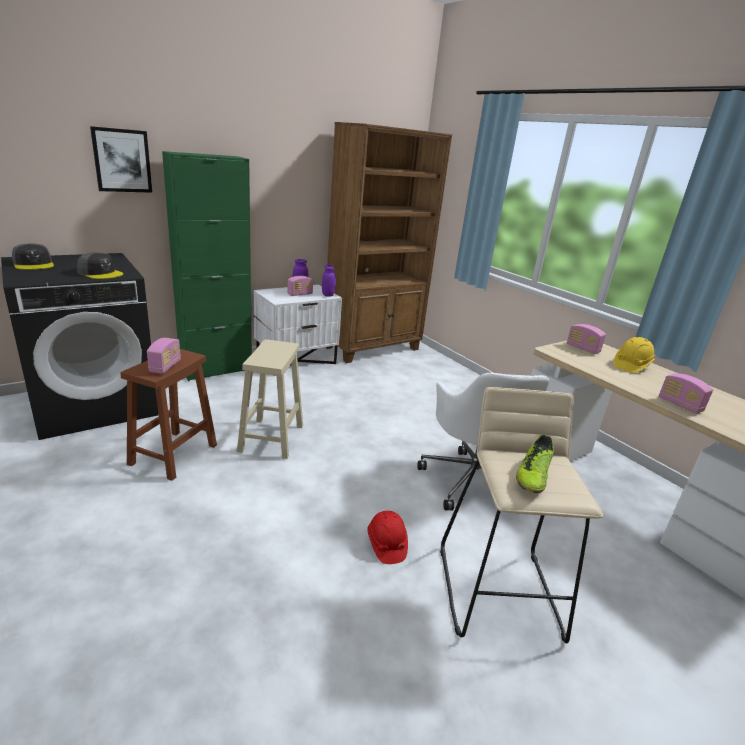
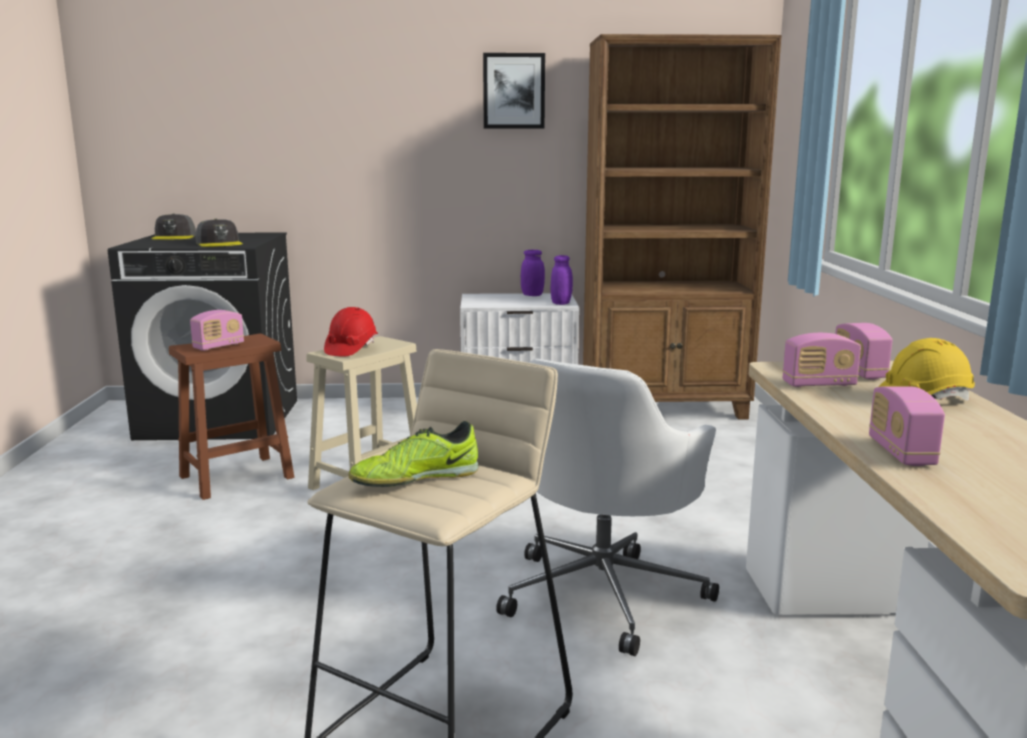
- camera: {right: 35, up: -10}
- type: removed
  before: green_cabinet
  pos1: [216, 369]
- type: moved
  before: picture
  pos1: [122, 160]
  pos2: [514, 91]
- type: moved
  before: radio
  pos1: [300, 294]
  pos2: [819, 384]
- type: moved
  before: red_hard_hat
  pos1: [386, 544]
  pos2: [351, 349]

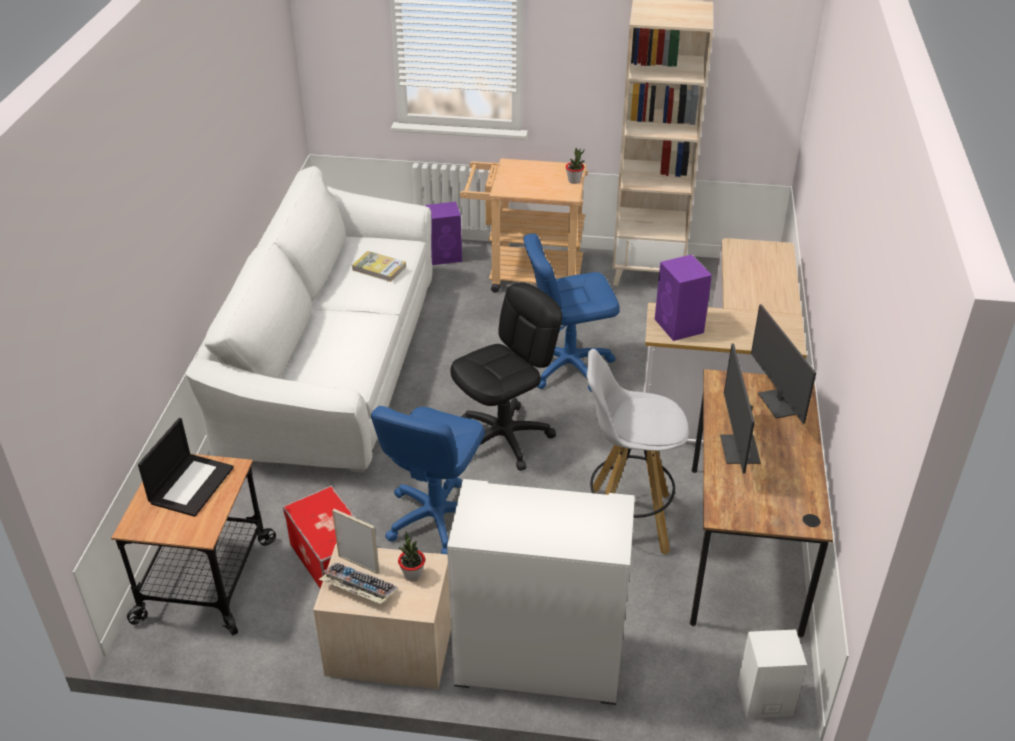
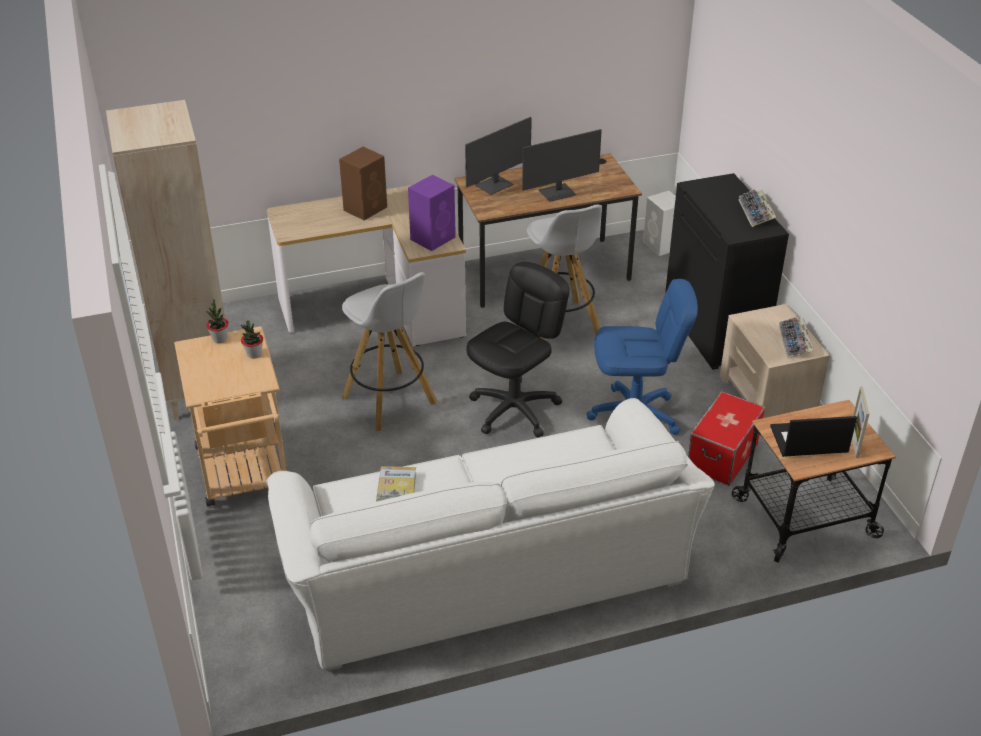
- camera: {right: -115, up: 0}
- type: removed
  before: purple_speaker
  pos1: [446, 256]
- type: added
  after: brown_speaker
  pos2: [366, 208]
- type: added
  after: keyboard
  pos2: [756, 212]
- type: moved
  before: picture_frame
  pos1: [358, 564]
  pos2: [853, 443]
- type: moved
  before: potted_plant
  pos1: [412, 575]
  pos2: [254, 354]
- type: replaced
  before: blue_office_chair
  after: white_stool
  pos1: [568, 366]
  pos2: [390, 401]
- type: recoloured
  before: white_cabinet
  after: black_cabinet
  pos1: [537, 661]
  pos2: [715, 330]
- type: turned
  before: black_office_chair
  pos1: [504, 438]
  pos2: [515, 410]
  turn: 105

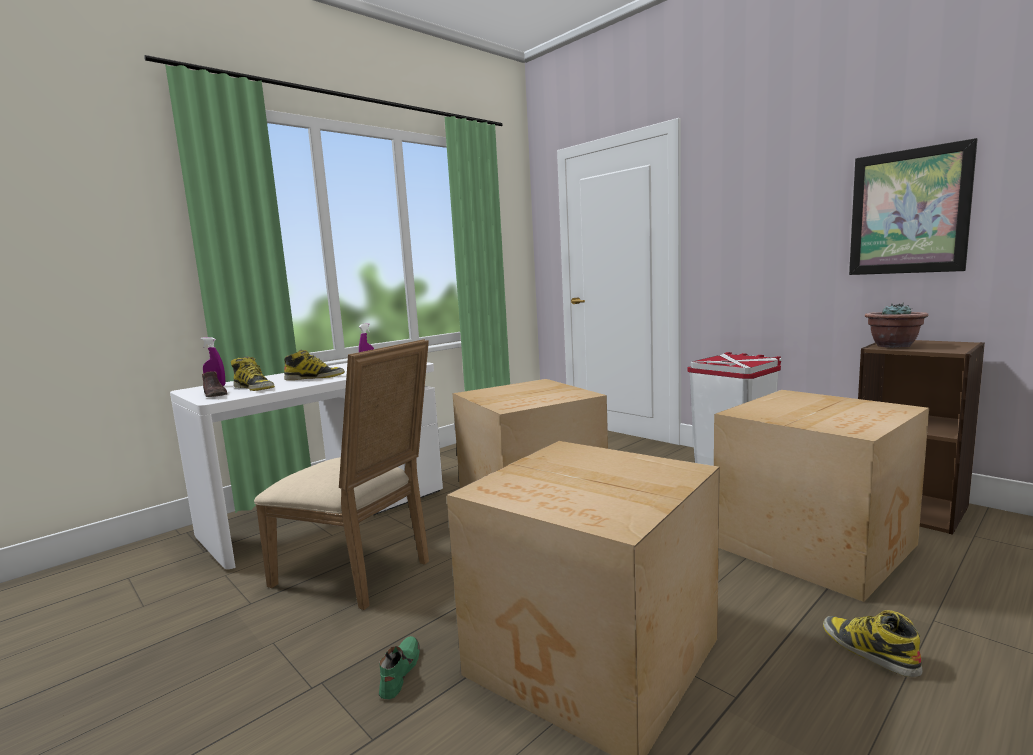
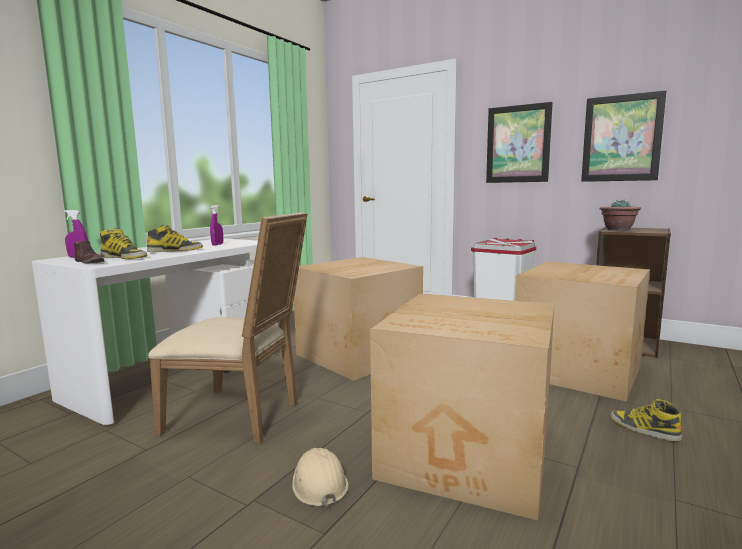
- camera: {right: -15, up: 0}
- type: added
  after: picture
  pos2: [518, 144]
- type: replaced
  before: green_shoe
  after: beige_hard_hat
  pos1: [399, 672]
  pos2: [318, 484]

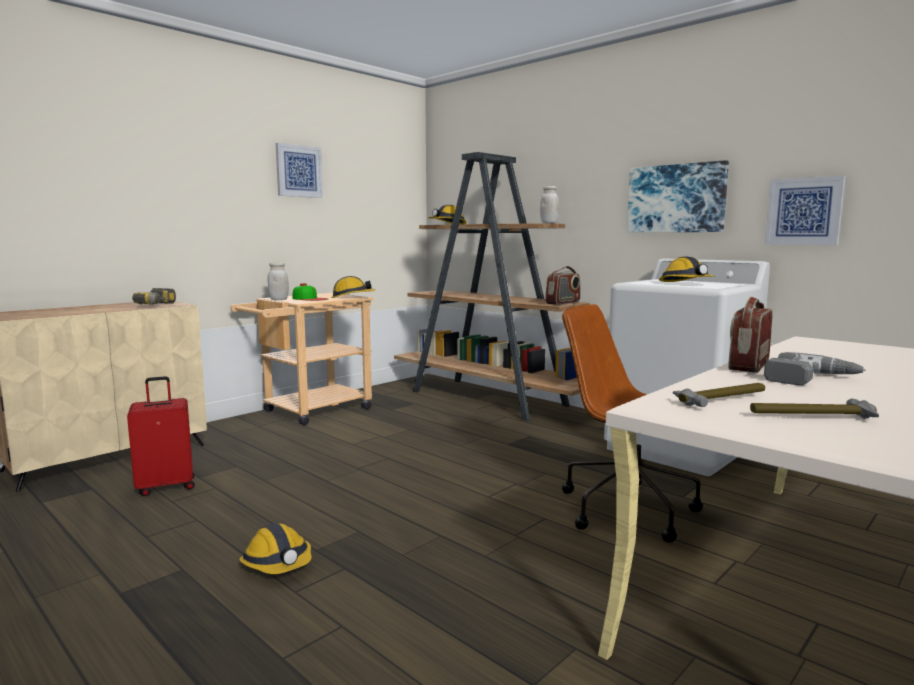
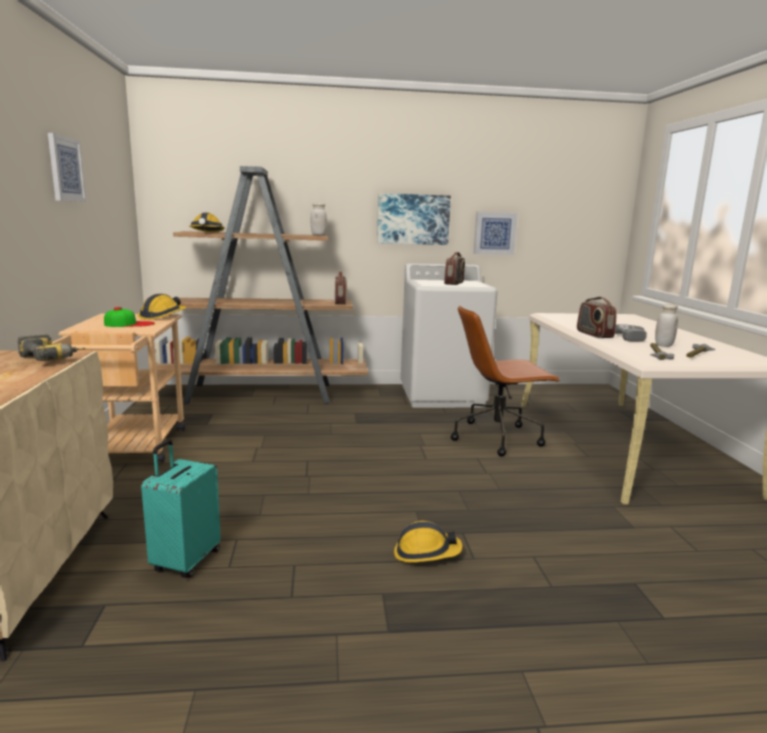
- camera: {right: -50, up: 5}
- type: moved
  before: white_jar
  pos1: [279, 299]
  pos2: [663, 345]
- type: replaced
  before: hard_hat
  after: radio
  pos1: [686, 284]
  pos2: [454, 283]
- type: recoloured
  before: red_suitcase
  after: turquoise_suitcase
  pos1: [166, 486]
  pos2: [185, 561]

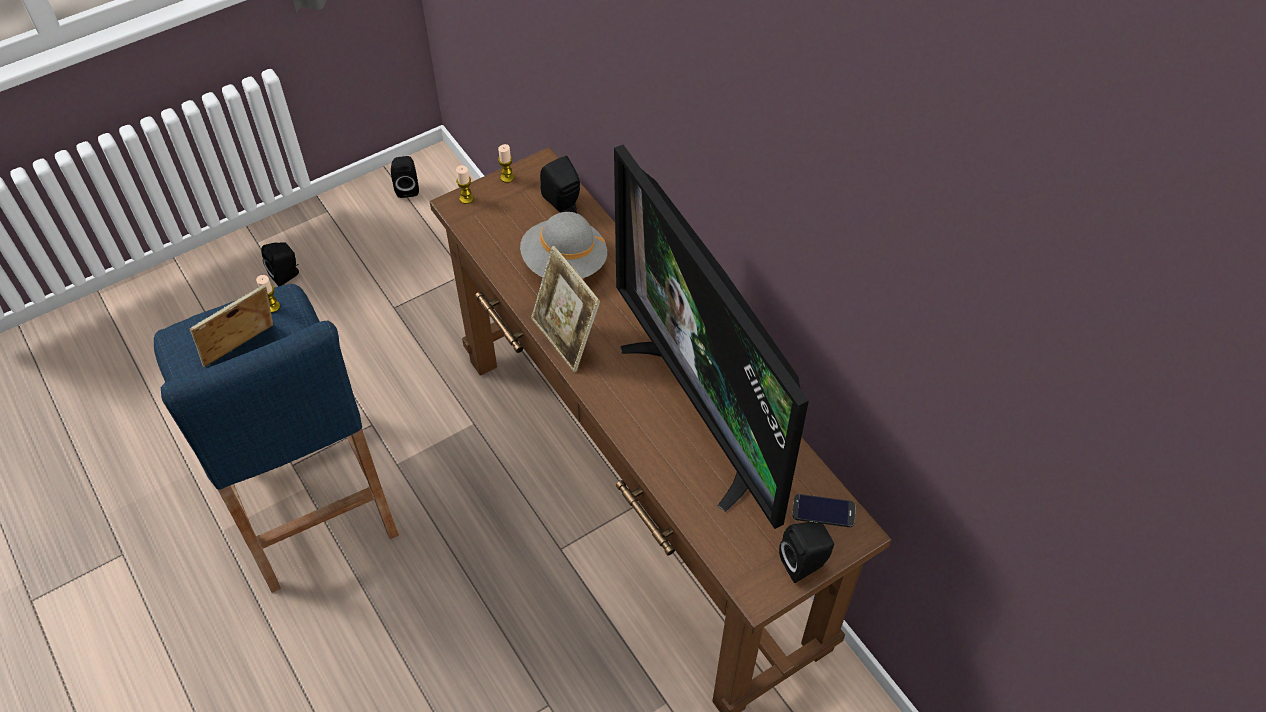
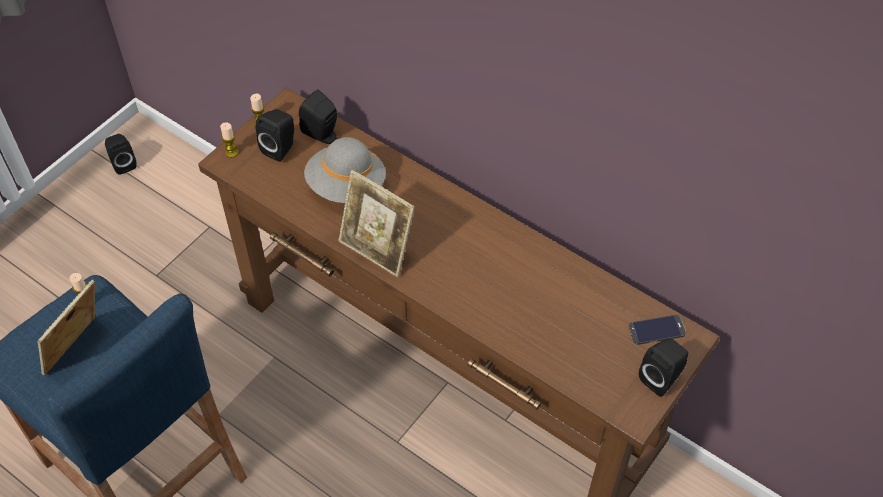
- camera: {right: -20, up: 0}
- type: removed
  before: television
  pos1: [705, 410]
- type: moved
  before: black_speaker
  pos1: [287, 275]
  pos2: [281, 148]

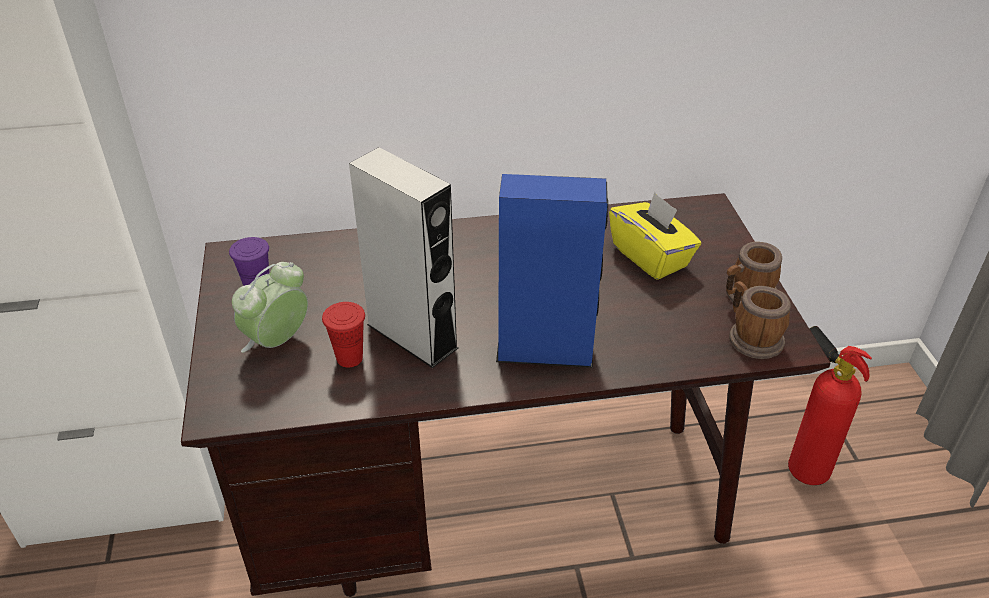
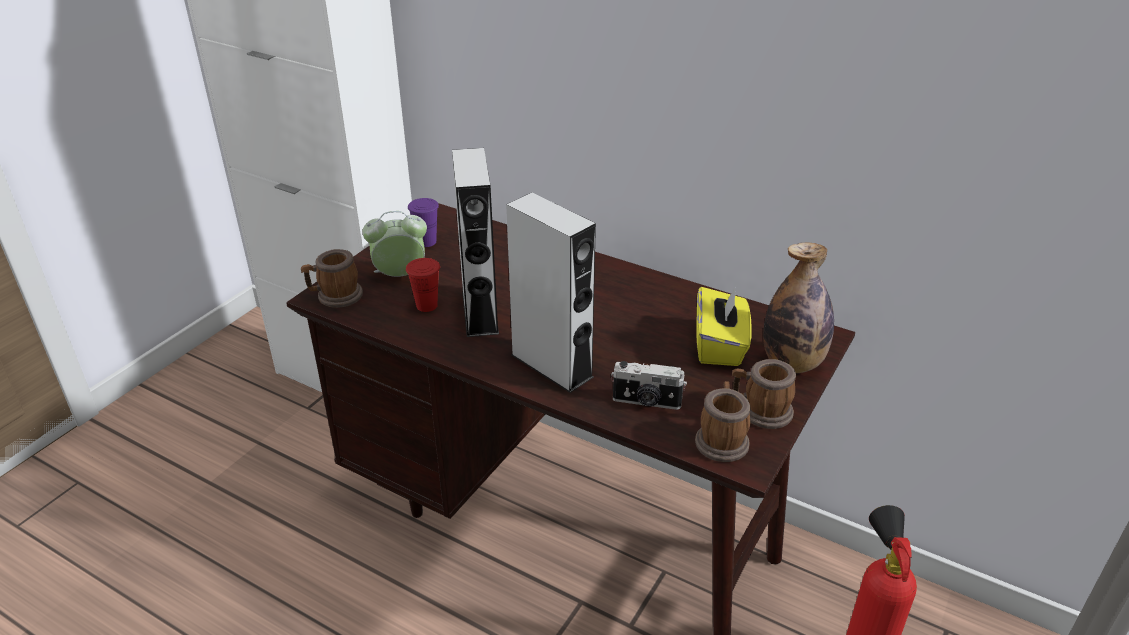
- camera: {right: 40, up: -5}
- type: added
  after: mug
  pos2: [335, 296]
- type: added
  after: photo_camera
  pos2: [646, 402]
- type: added
  after: bottle
  pos2: [792, 363]
- type: recoloured
  before: blue_speaker
  after: grey_speaker
  pos1: [545, 351]
  pos2: [551, 365]

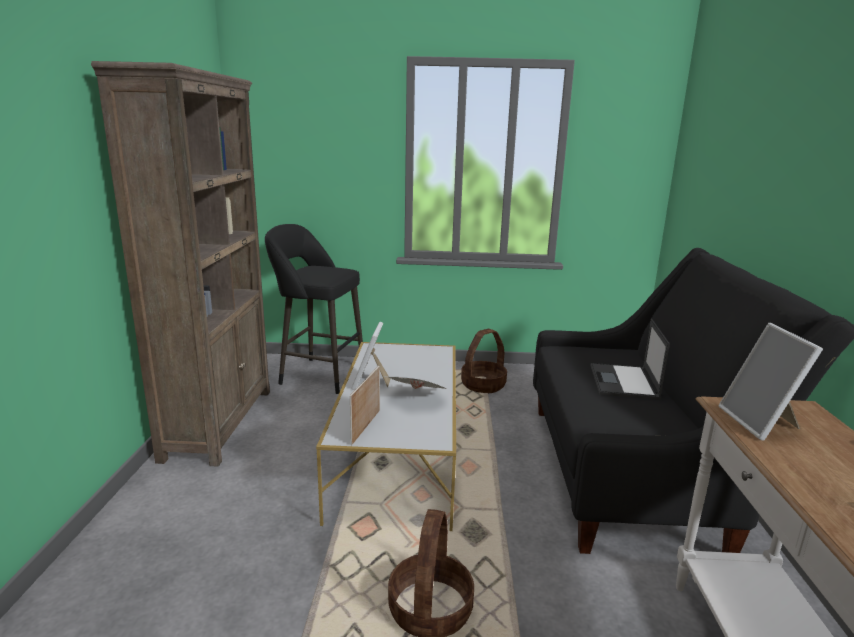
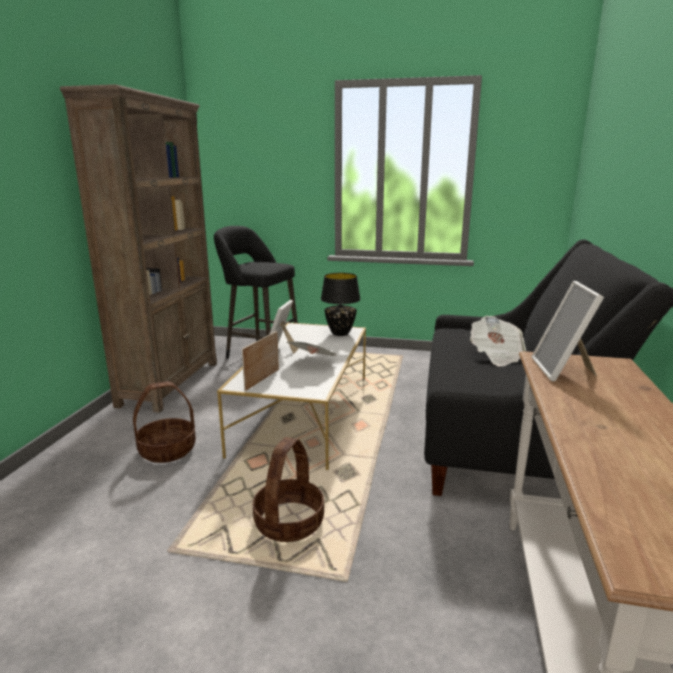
- camera: {right: 10, up: 0}
- type: added
  after: black_table_lamp
  pos2: [340, 333]
- type: moved
  before: basket
  pos1: [483, 385]
  pos2: [167, 450]
- type: replaced
  before: laptop
  after: newspaper
  pos1: [624, 382]
  pos2: [496, 355]

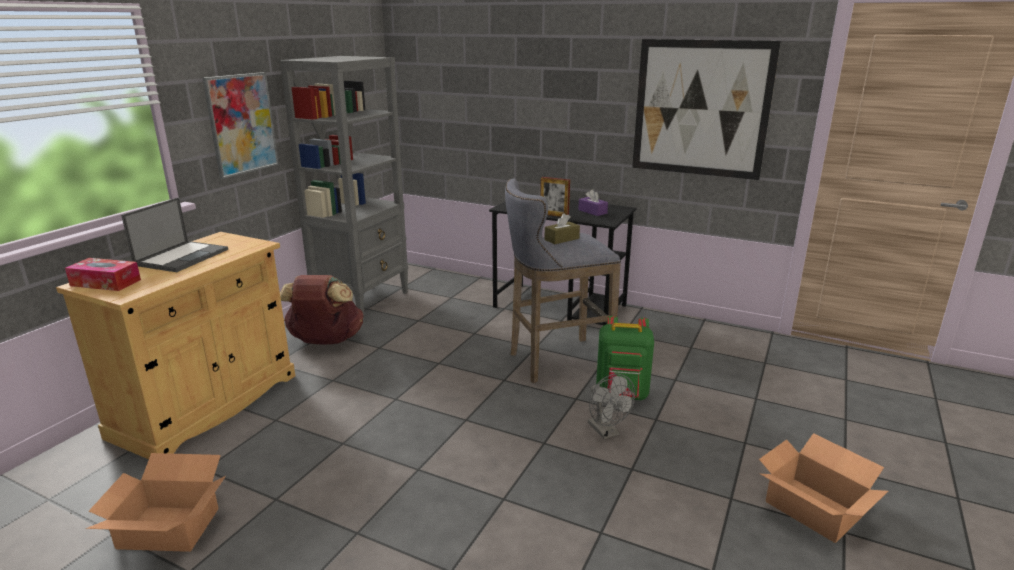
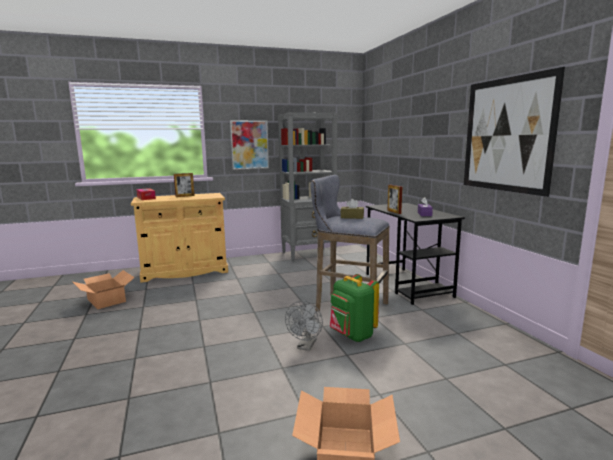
- camera: {right: 45, up: -10}
- type: removed
  before: brown_backpack
  pos1: [325, 341]
- type: replaced
  before: laptop
  after: picture_frame
  pos1: [182, 257]
  pos2: [185, 196]

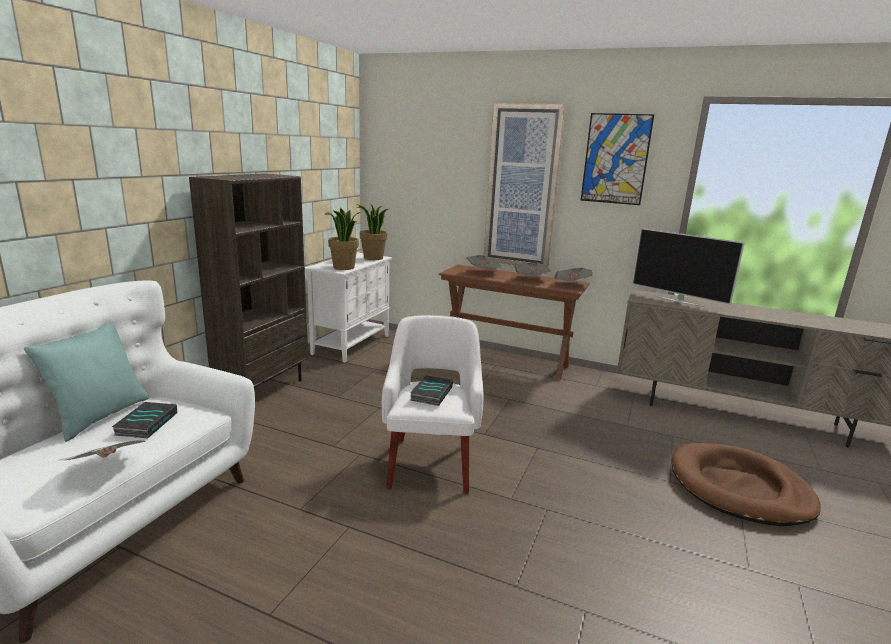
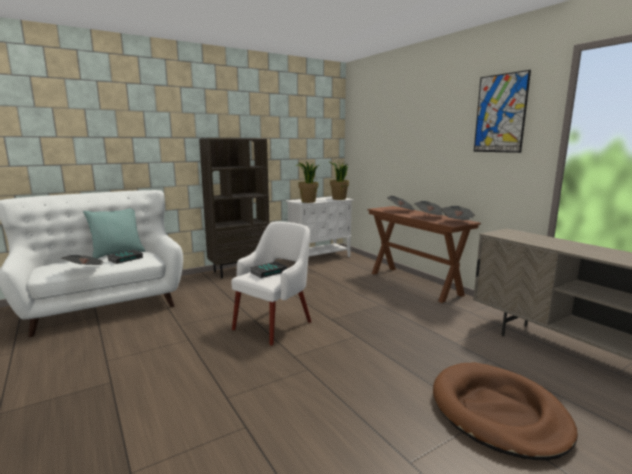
- camera: {right: 35, up: -5}
- type: removed
  before: picture
  pos1: [522, 187]
- type: removed
  before: television
  pos1: [678, 301]

